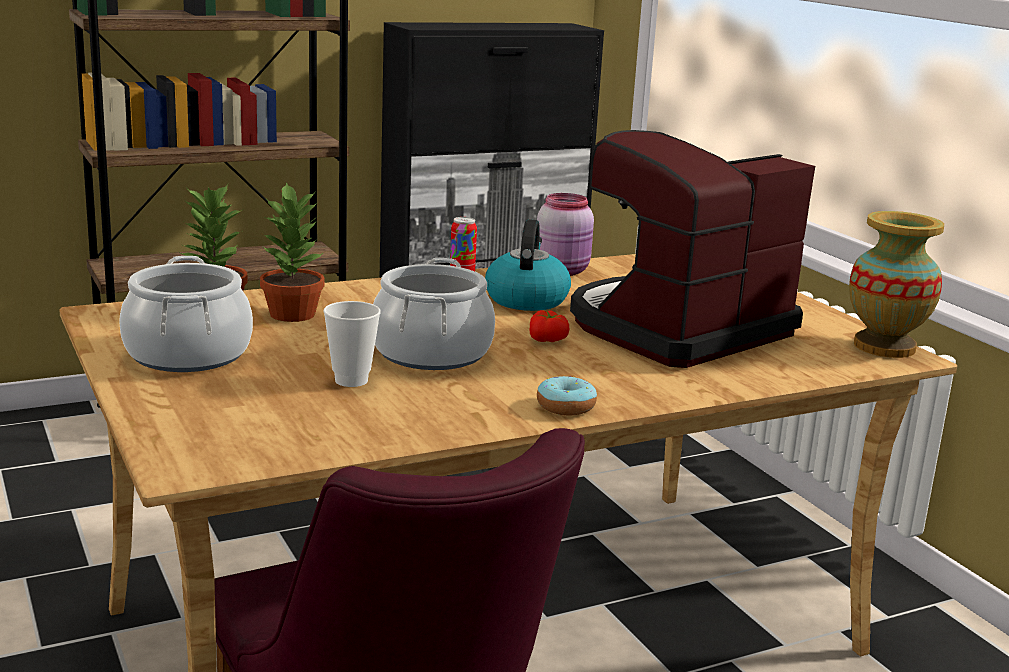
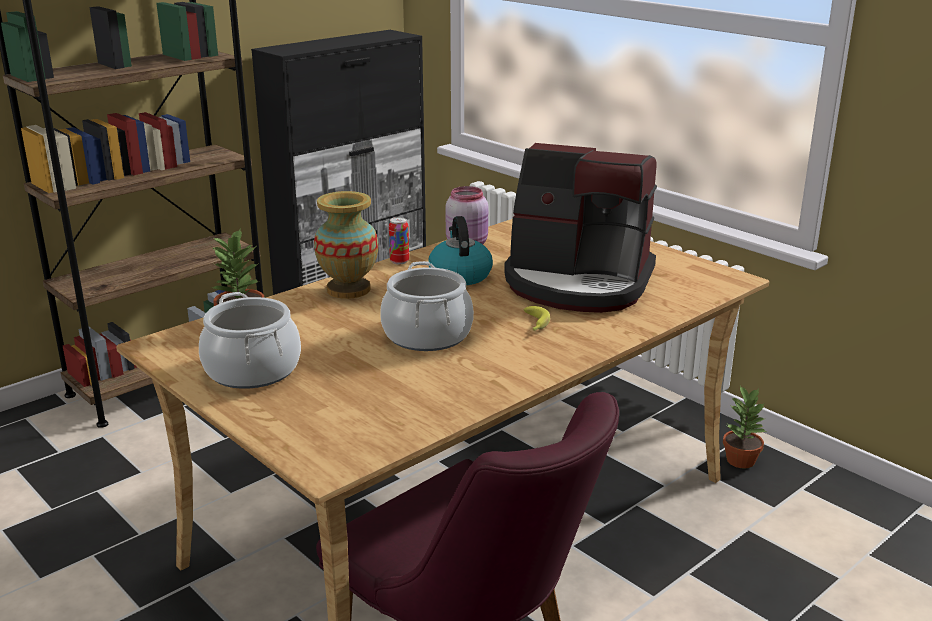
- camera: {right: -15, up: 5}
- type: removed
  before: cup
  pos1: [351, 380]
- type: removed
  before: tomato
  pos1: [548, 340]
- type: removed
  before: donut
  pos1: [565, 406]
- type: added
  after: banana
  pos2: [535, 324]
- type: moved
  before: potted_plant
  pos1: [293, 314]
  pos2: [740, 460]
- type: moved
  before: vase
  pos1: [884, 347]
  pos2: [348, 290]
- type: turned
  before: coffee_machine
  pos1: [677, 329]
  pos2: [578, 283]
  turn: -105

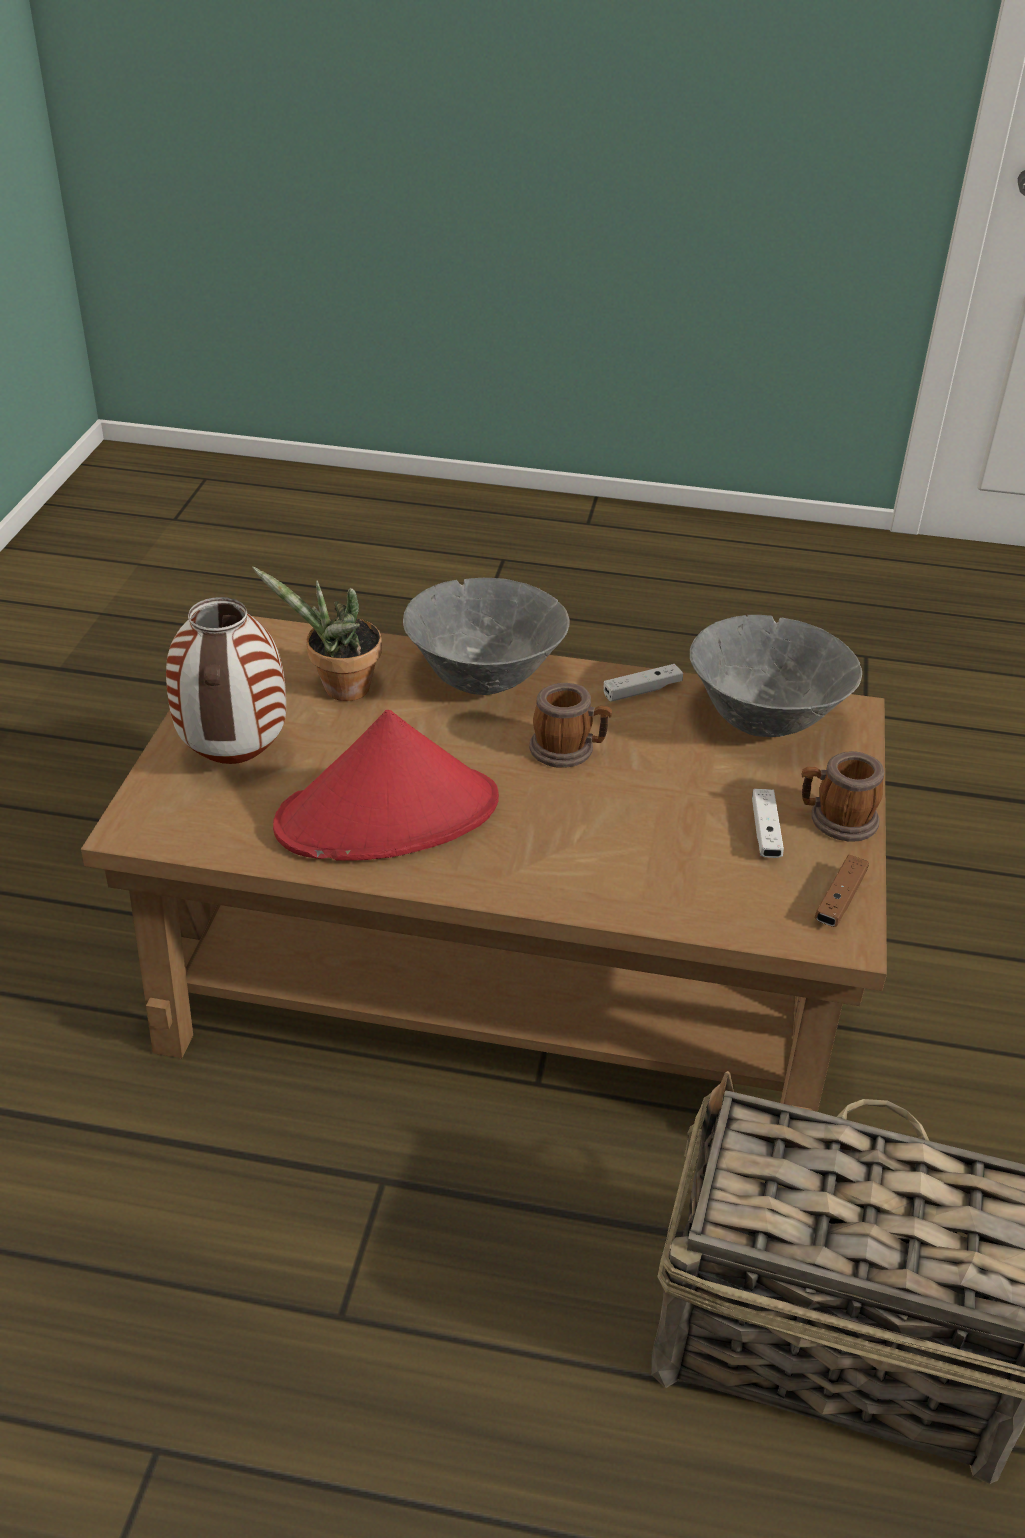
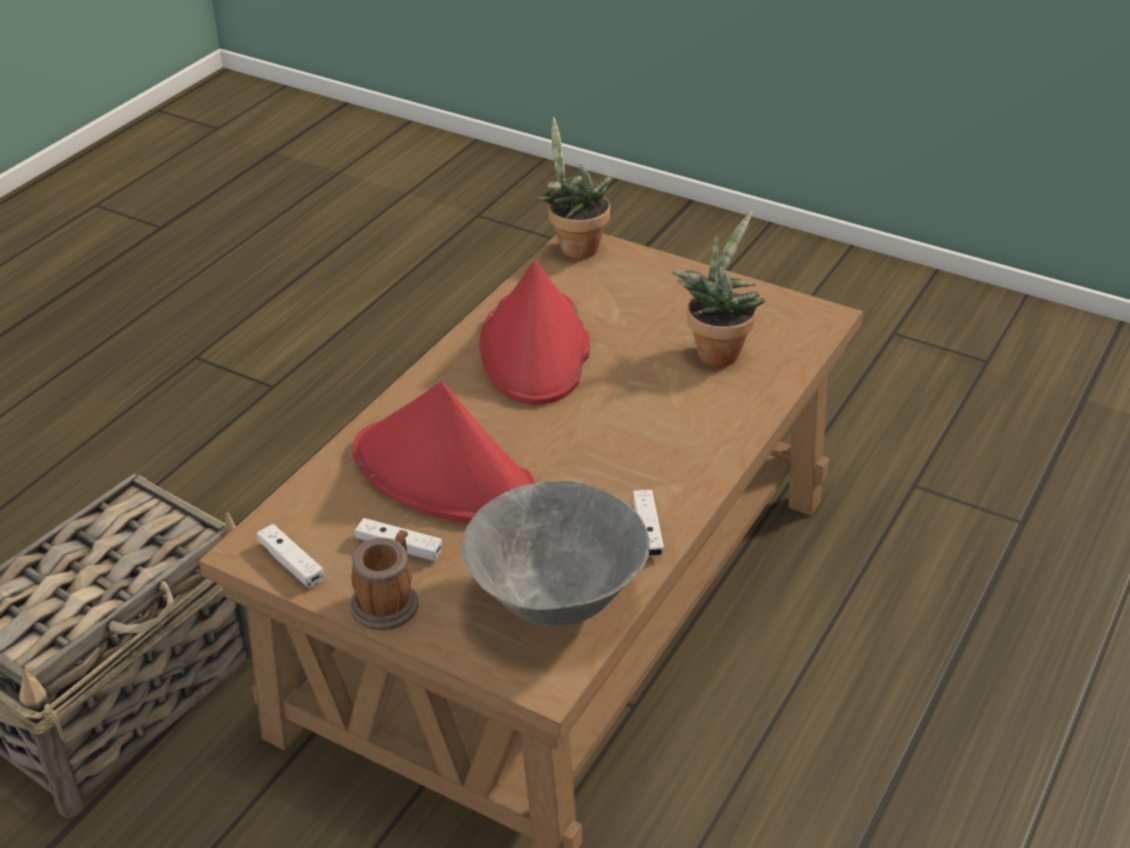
- camera: {right: 110, up: 0}
- type: removed
  before: vase
  pos1: [233, 758]
- type: removed
  before: grey_bowl
  pos1: [483, 681]
- type: removed
  before: mug
  pos1: [568, 750]
- type: added
  after: red_hat
  pos2: [445, 475]
- type: added
  after: potted_plant
  pos2: [574, 246]
- type: recoloured
  before: brown_game_controller
  after: white_game_controller
  pos1: [840, 900]
  pos2: [291, 563]

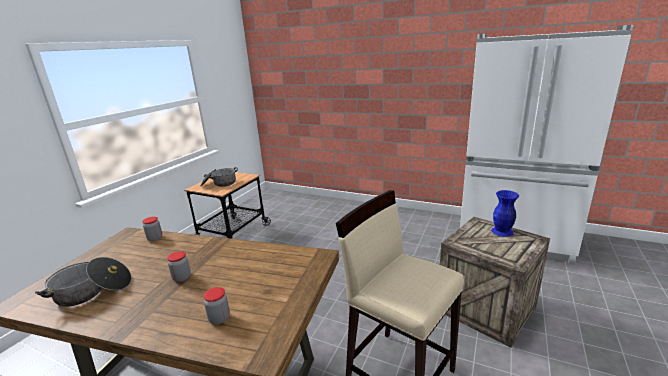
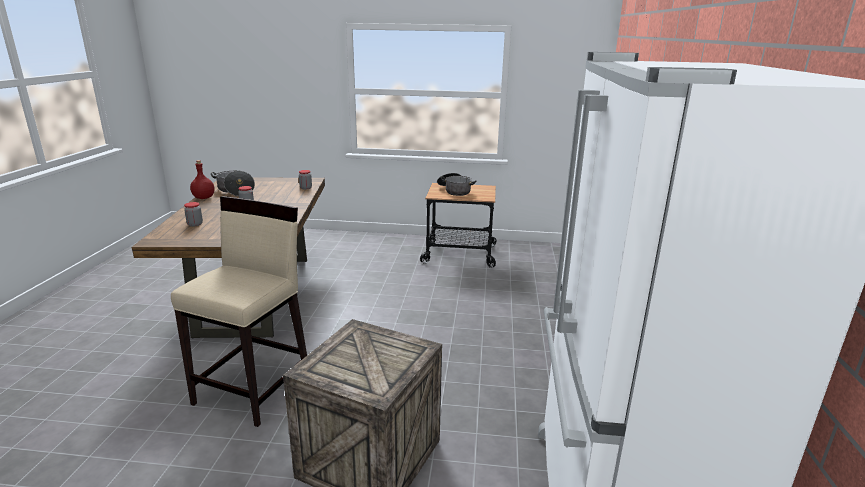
- camera: {right: 70, up: 0}
- type: removed
  before: blue_vase
  pos1: [501, 231]
- type: added
  after: red_bottle
  pos2: [204, 198]

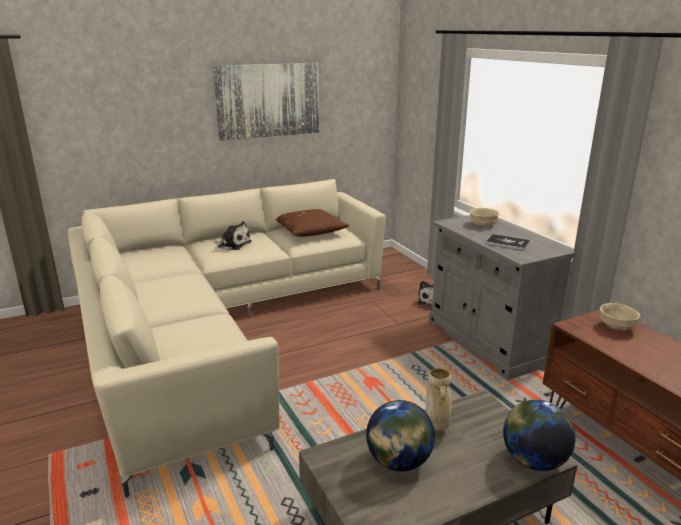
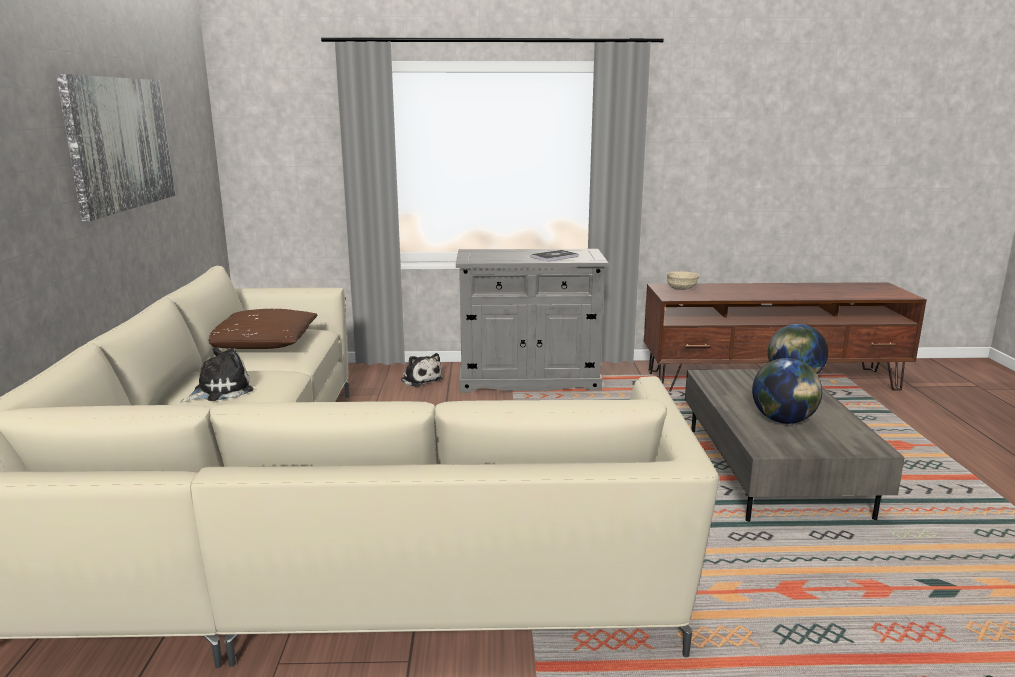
- camera: {right: -65, up: -5}
- type: removed
  before: beige_vase
  pos1: [436, 425]
- type: removed
  before: beige_bowl
  pos1: [483, 225]

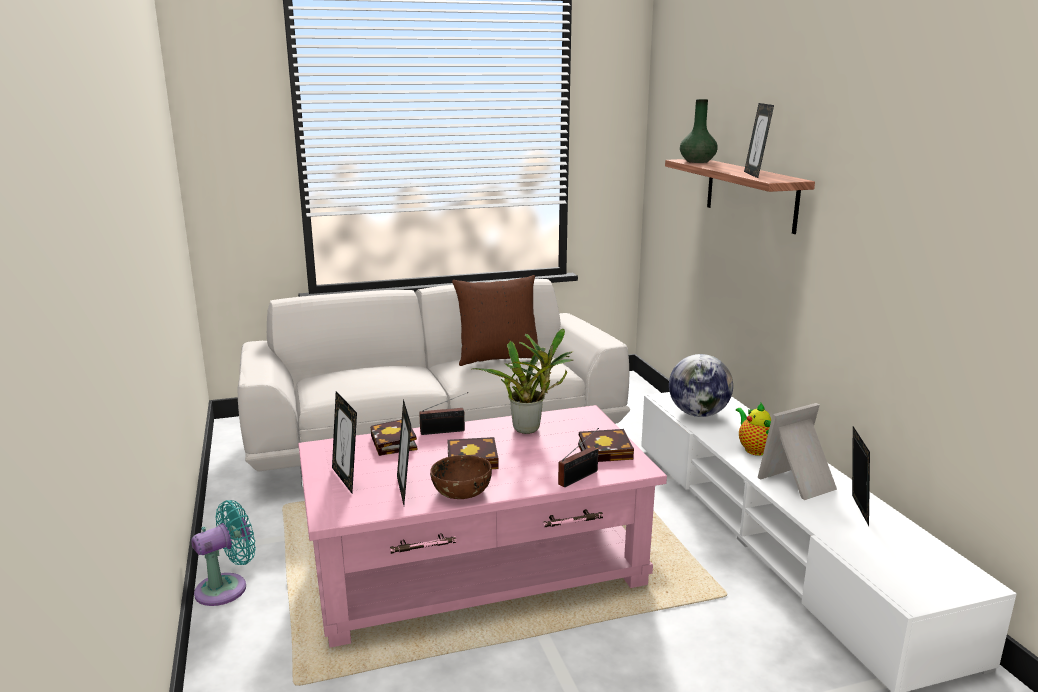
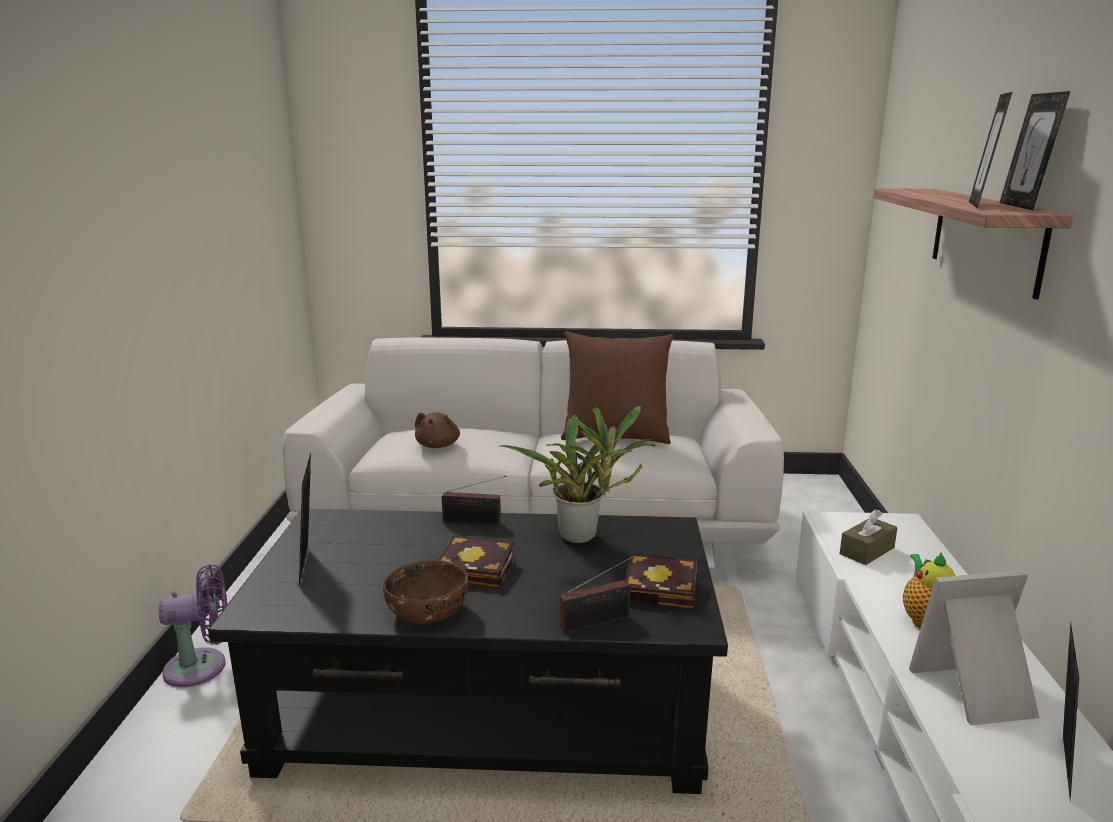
- camera: {right: 20, up: 0}
- type: removed
  before: book
  pos1: [395, 444]
- type: removed
  before: green_vase
  pos1: [697, 161]
- type: added
  after: brown_plush_toy
  pos2: [438, 445]
- type: moved
  before: picture_frame
  pos1: [405, 490]
  pos2: [1022, 206]
- type: replaced
  before: globe
  after: brown_tissue_box
  pos1: [698, 414]
  pos2: [867, 551]
- type: recoloured
  before: turquoise_fan
  after: purple_fan
  pos1: [226, 588]
  pos2: [202, 667]
- type: recoloured
  before: pink_coffee_table
  after: black_coffee_table
  pos1: [478, 569]
  pos2: [488, 712]

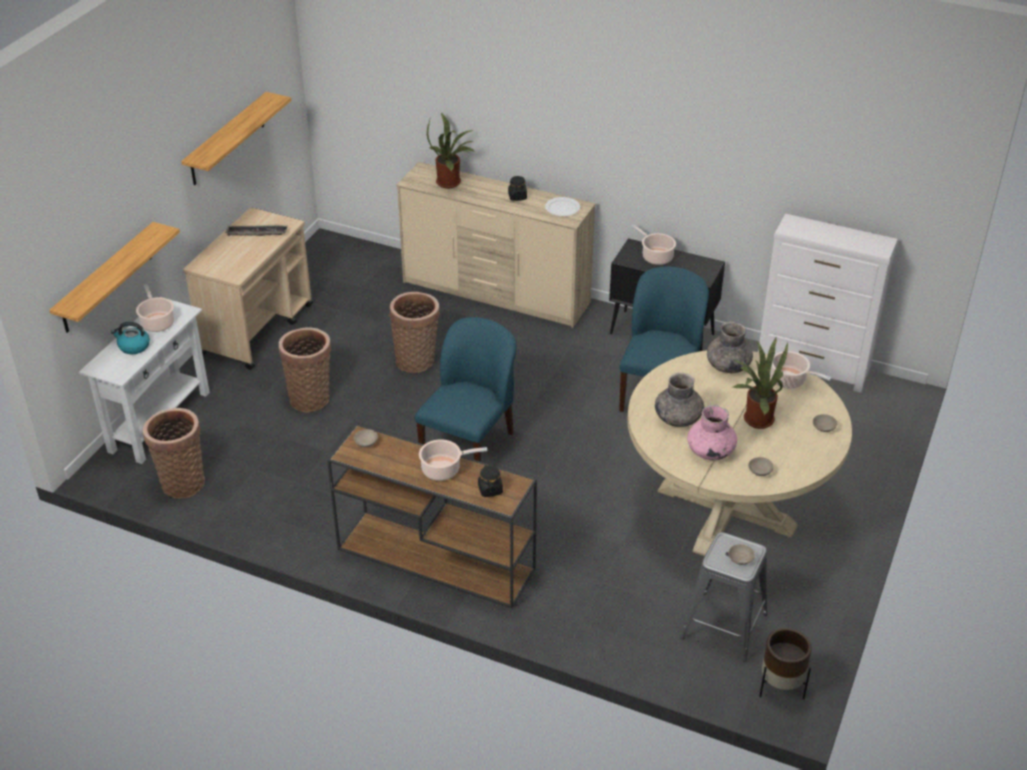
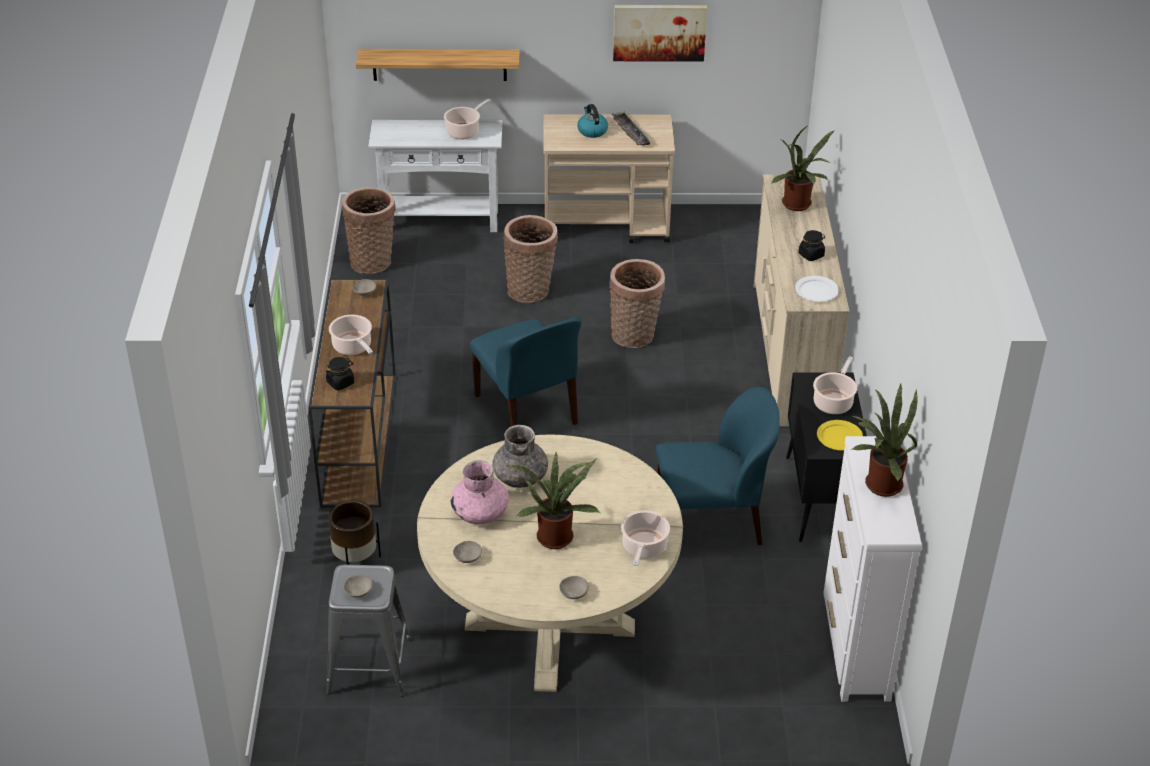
- camera: {right: 65, up: 0}
- type: removed
  before: grey_vase
  pos1: [727, 365]
- type: added
  after: yellow_plate
  pos2: [840, 437]
- type: added
  after: potted_plant
  pos2: [879, 484]
- type: moved
  before: kettle
  pos1: [133, 346]
  pos2: [592, 131]
- type: moved
  before: brown_planter
  pos1: [780, 687]
  pos2: [355, 563]
- type: replaced
  before: shelf
  after: picture
  pos1: [227, 139]
  pos2: [659, 32]
- type: turned
  before: blue_chair
  pos1: [469, 447]
  pos2: [527, 411]
  turn: 60

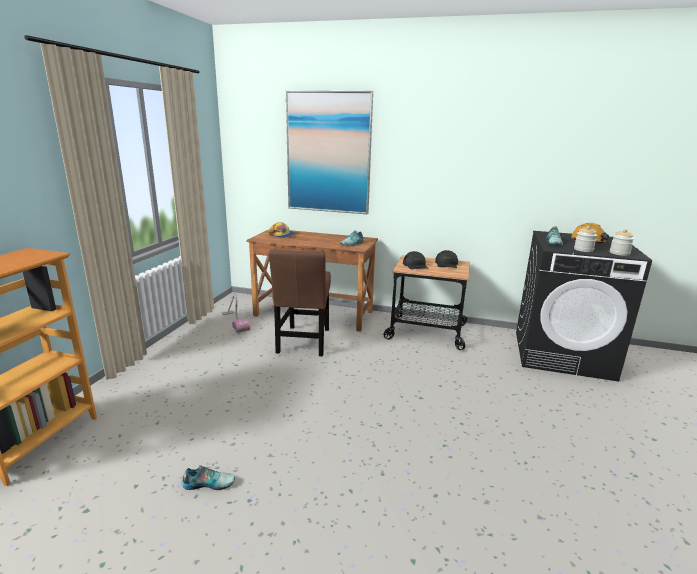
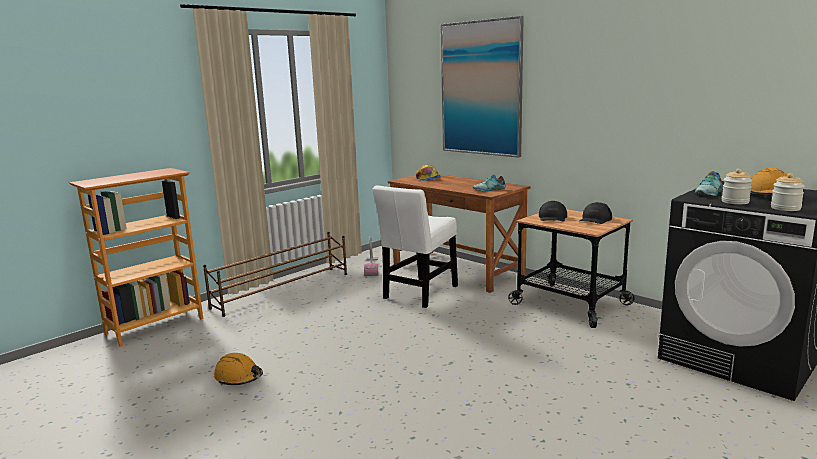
- camera: {right: 30, up: -5}
- type: added
  after: brown_shoe_rack
  pos2: [283, 290]
- type: replaced
  before: shoe
  after: orange_hard_hat
  pos1: [209, 483]
  pos2: [239, 377]
- type: recoloured
  before: brown_chair
  after: white_chair
  pos1: [303, 342]
  pos2: [419, 293]

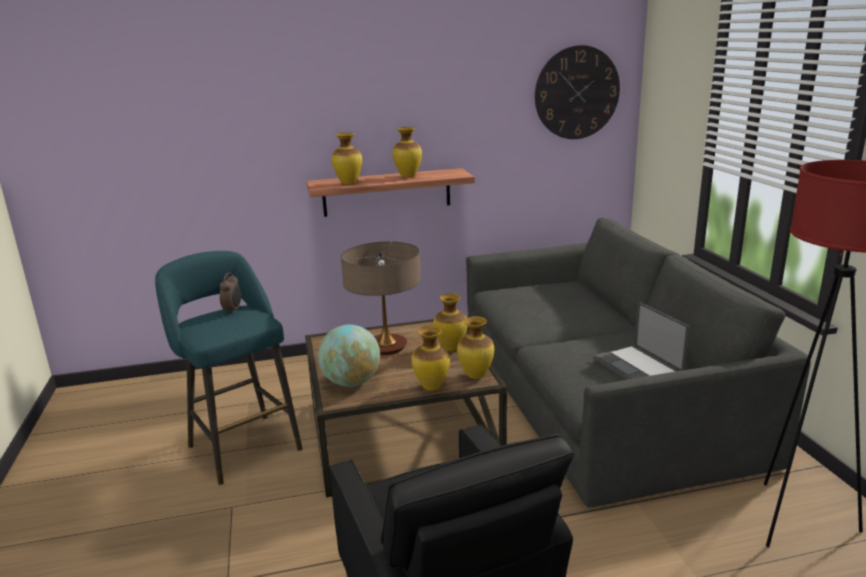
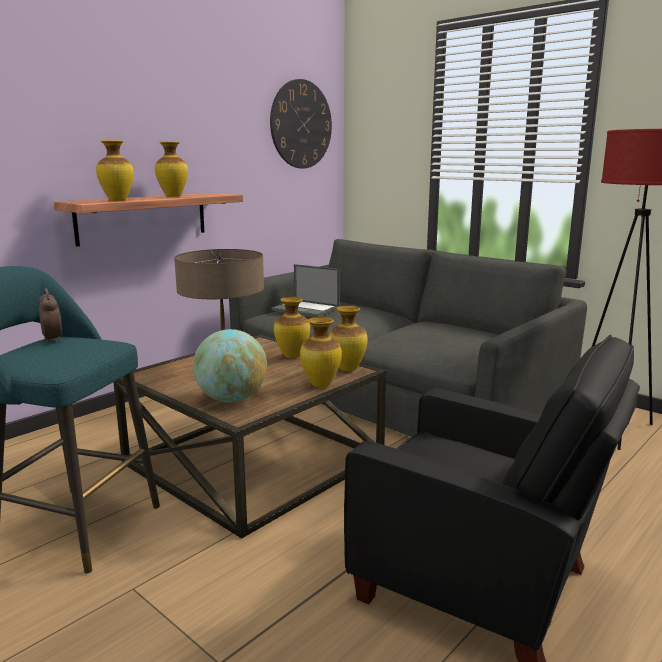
- camera: {right: -35, up: -5}
- type: moved
  before: laptop
  pos1: [638, 366]
  pos2: [306, 309]

